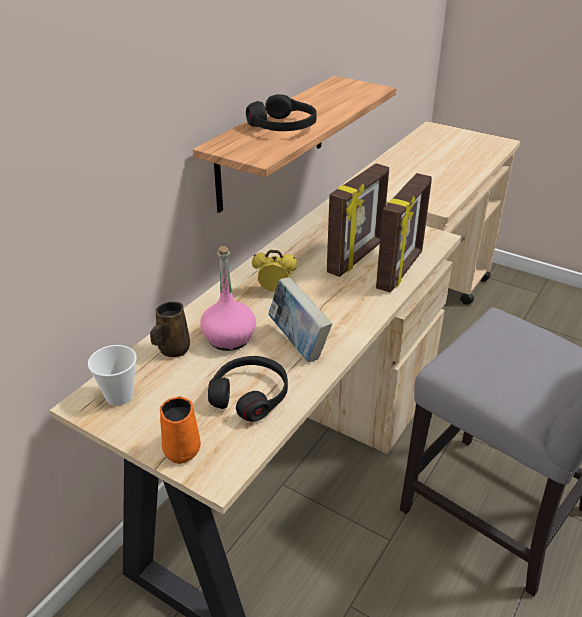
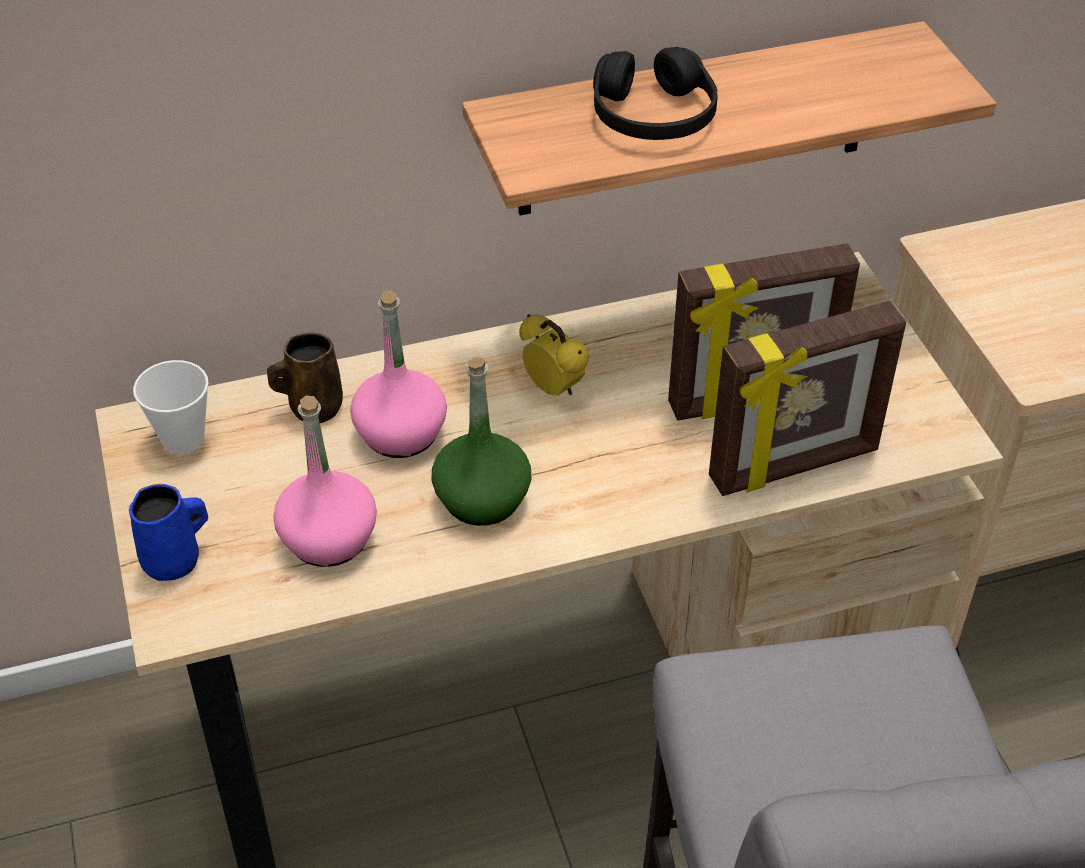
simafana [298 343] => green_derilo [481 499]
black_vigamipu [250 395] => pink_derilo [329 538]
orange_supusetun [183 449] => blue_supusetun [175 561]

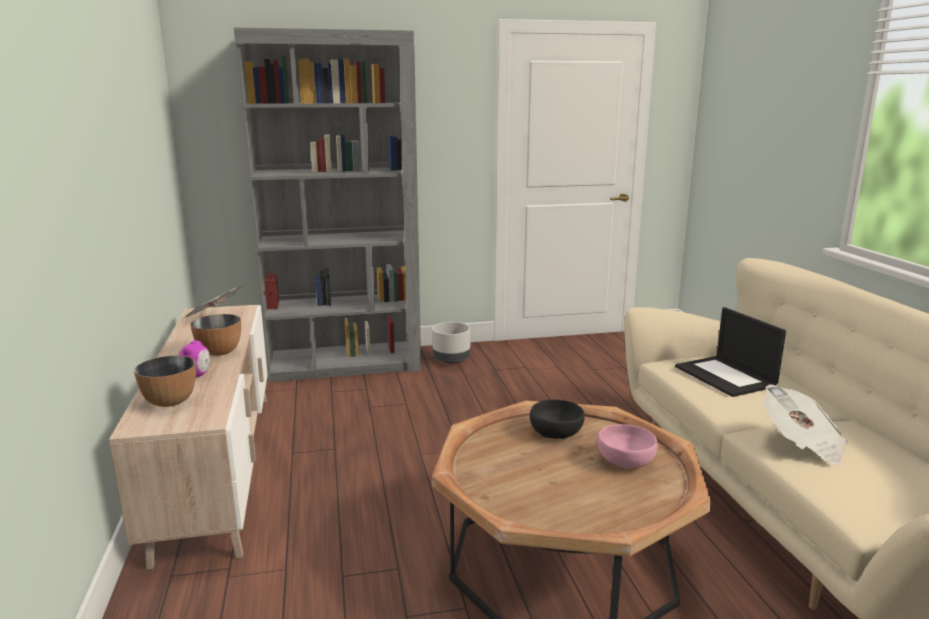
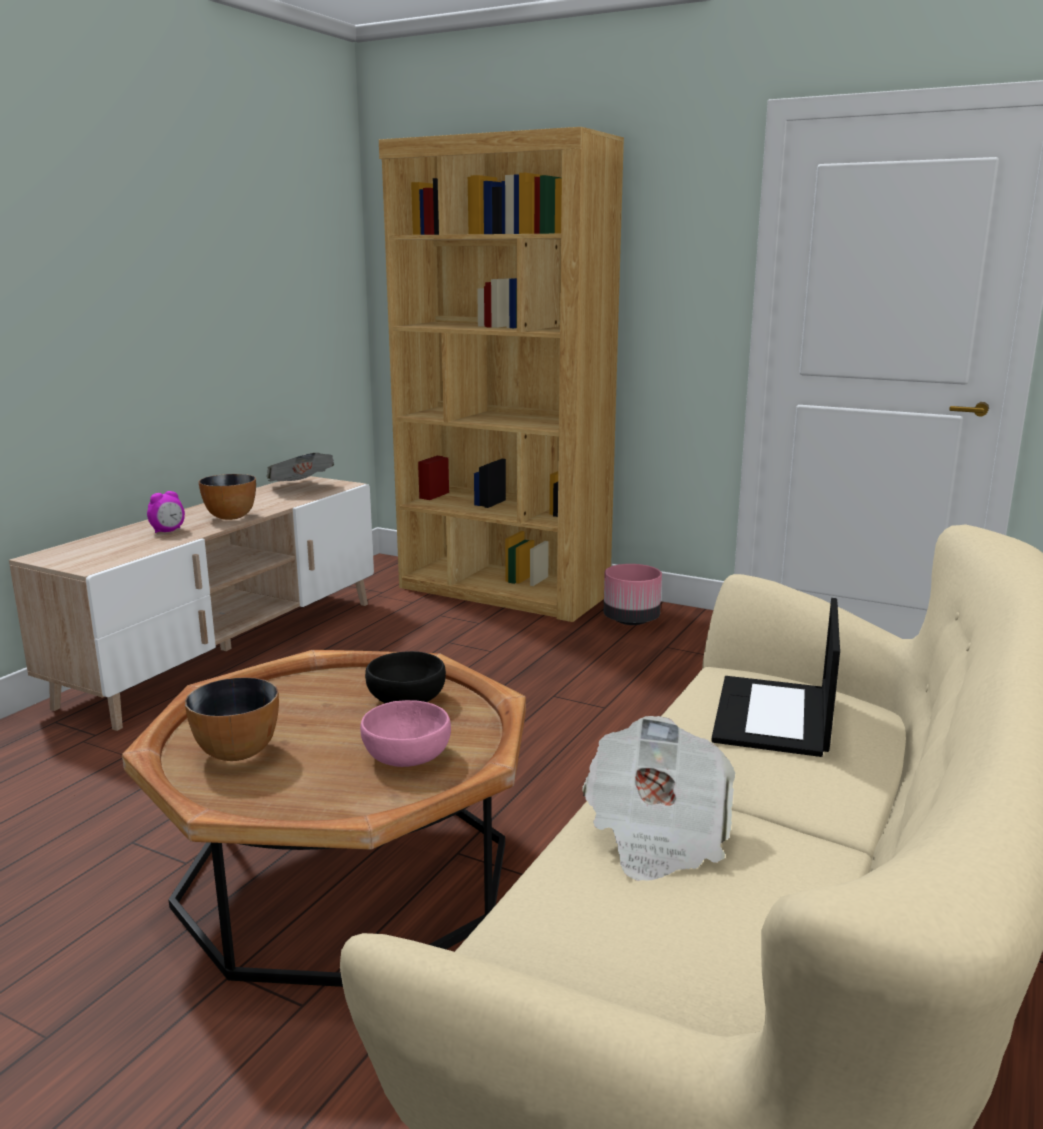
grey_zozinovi [345 364] => brown_zozinovi [503 591]
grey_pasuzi [451 360] => pink_pasuzi [631 621]
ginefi [170 402] => ginefi [237 752], shifted

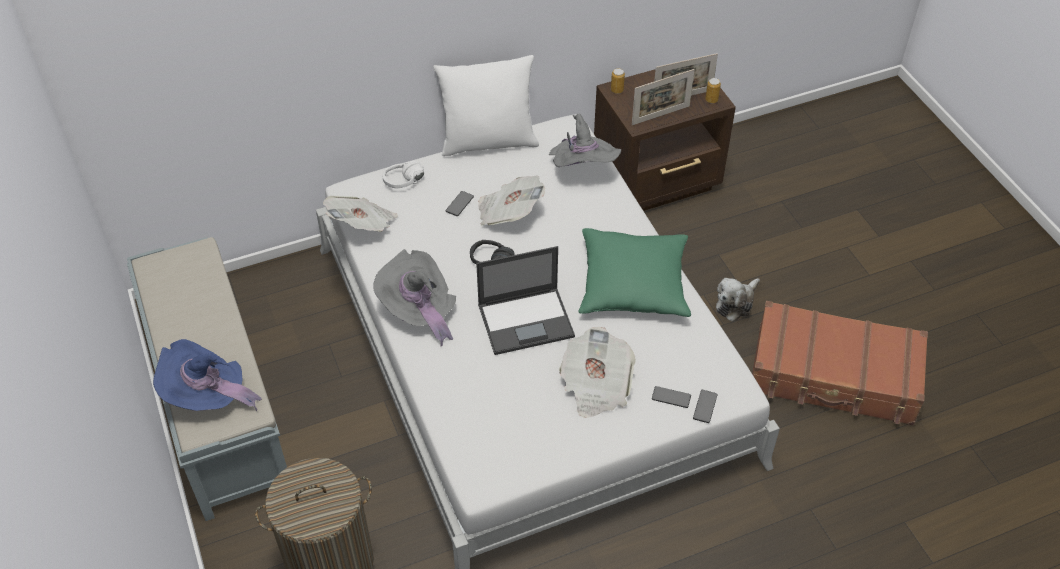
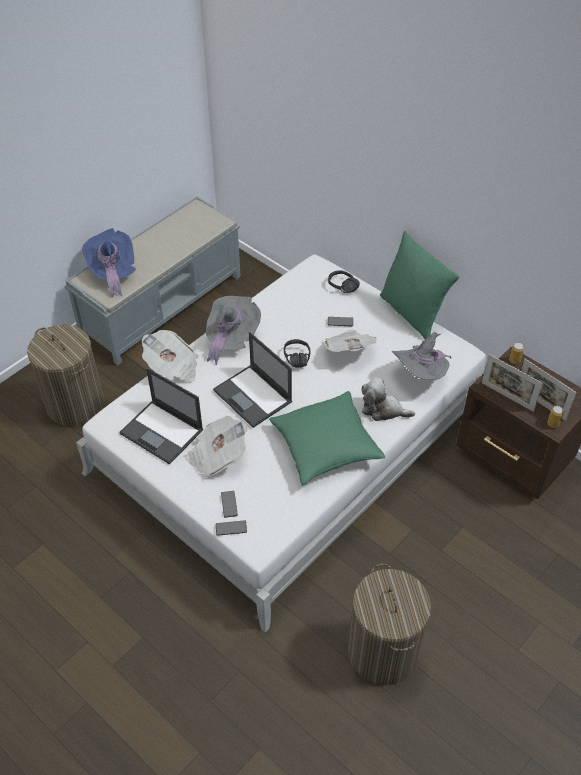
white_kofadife [488 142] => green_kofadife [412 314]
white_vigamipu [406 185] => black_vigamipu [340 289]
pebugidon [363 225] => pebugidon [172 367], shifted
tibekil [736 303] => tibekil [383 409], shifted
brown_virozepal [834 376] => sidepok [383 651]
nothing => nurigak [162 432]

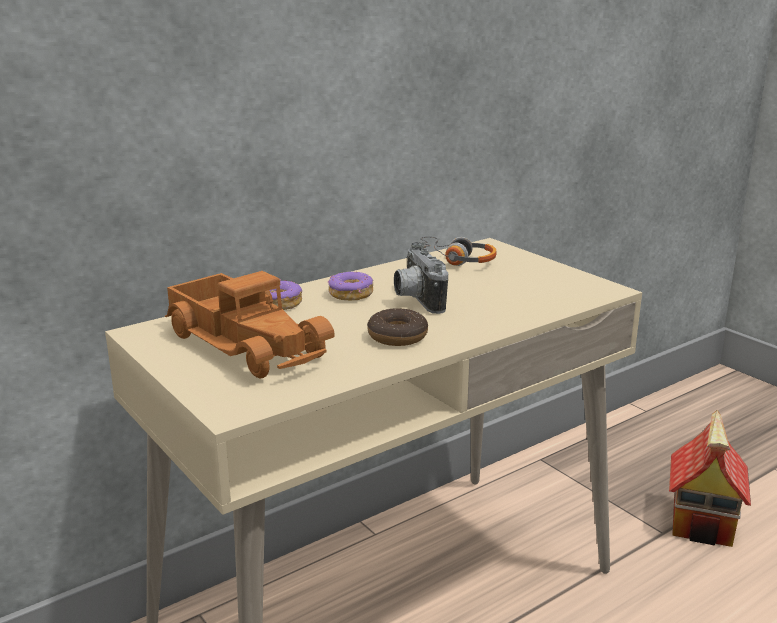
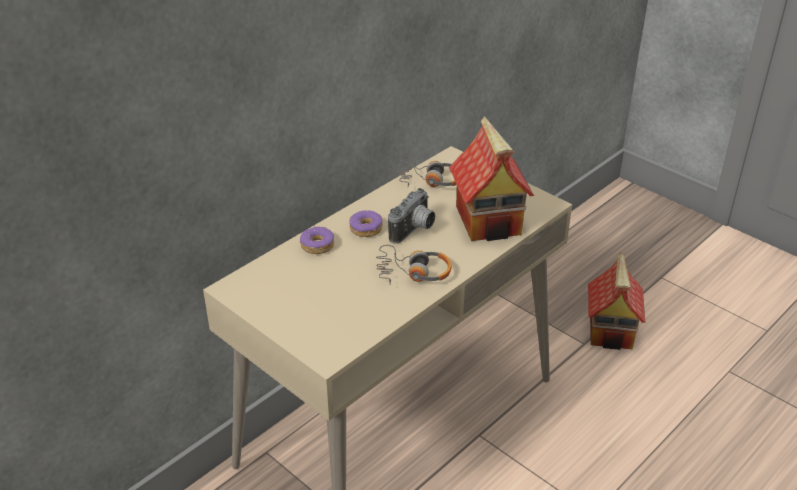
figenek [415 300] => figenek [414 230], 120 degrees counterclockwise
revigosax [248 342] => nothing
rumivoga [397 336] => vigamipu [413 272]
nothing => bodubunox [489 221]

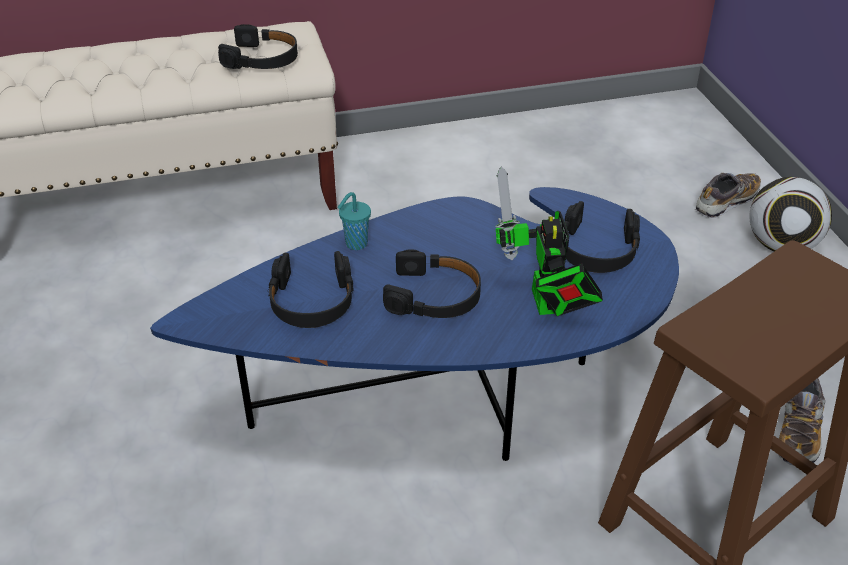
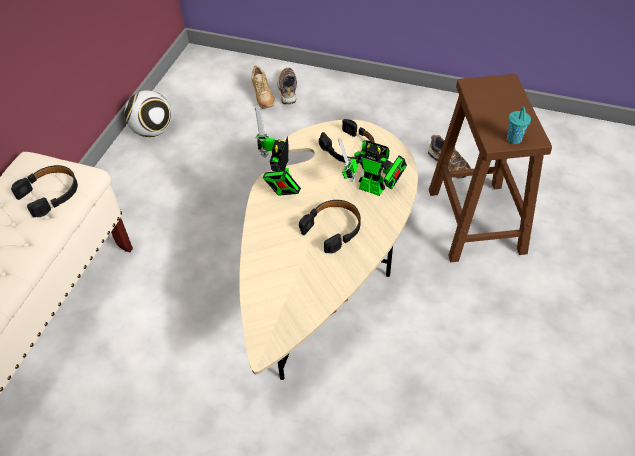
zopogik [781 246] => zopogik [153 131], shifted
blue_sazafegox [451 389] => beige_sazafegox [326 272]
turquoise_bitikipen [355 244] => turquoise_bitikipen [514 140], shifted
black_vigamipu [311 301] => nothing
nothing => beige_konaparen [263 98]
nothing => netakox [280 187]

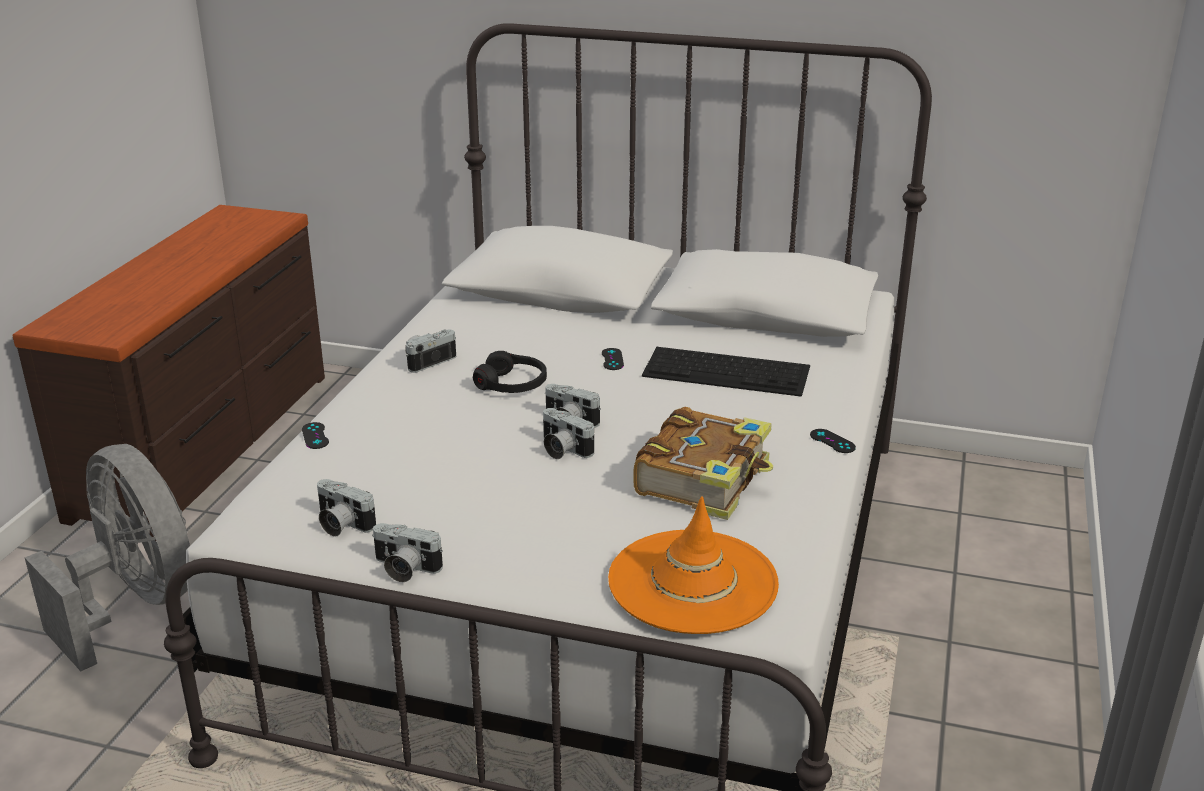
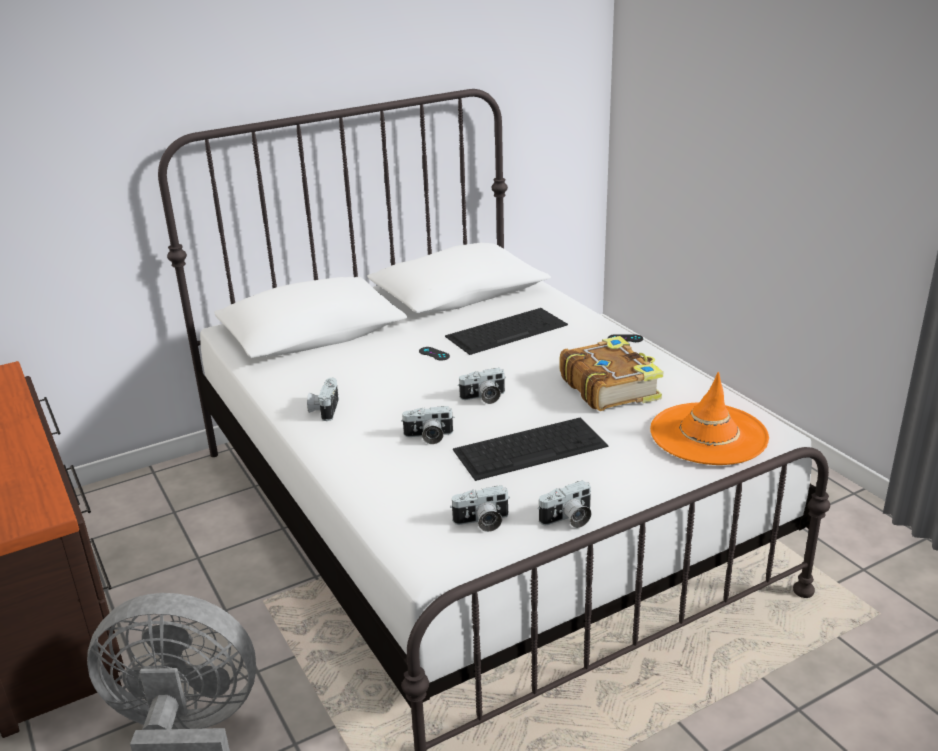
black_vigamipu [512 384] => nothing
figenek [562 449] => figenek [428 437], shifted
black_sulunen [315 436] => nothing
nothing => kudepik [531 447]

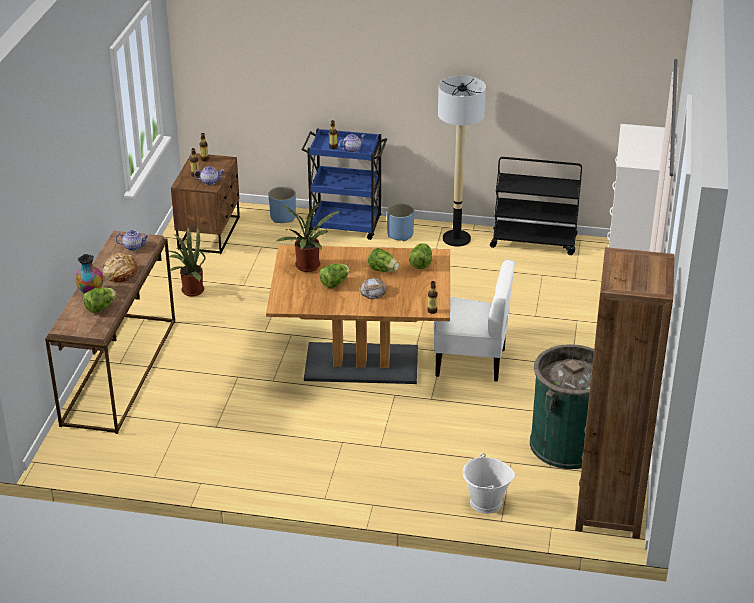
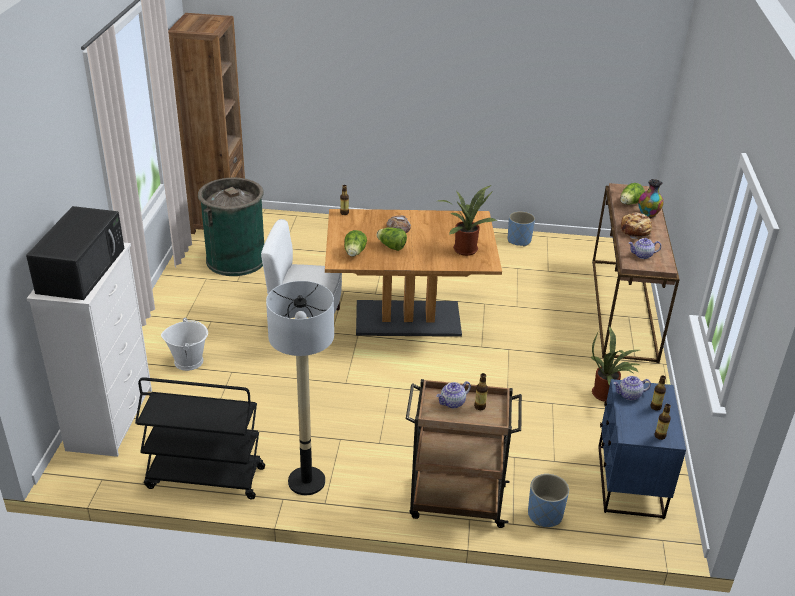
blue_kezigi [346 225] => brown_kezigi [455 501]
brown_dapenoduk [210 233] => blue_dapenoduk [629 482]
blue_pasuzi [400 235] => blue_pasuzi [519 240], shifted
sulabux [334 283] => nothing
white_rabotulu [485 503] => white_rabotulu [189 361], shifted
nothing => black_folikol [81 269]

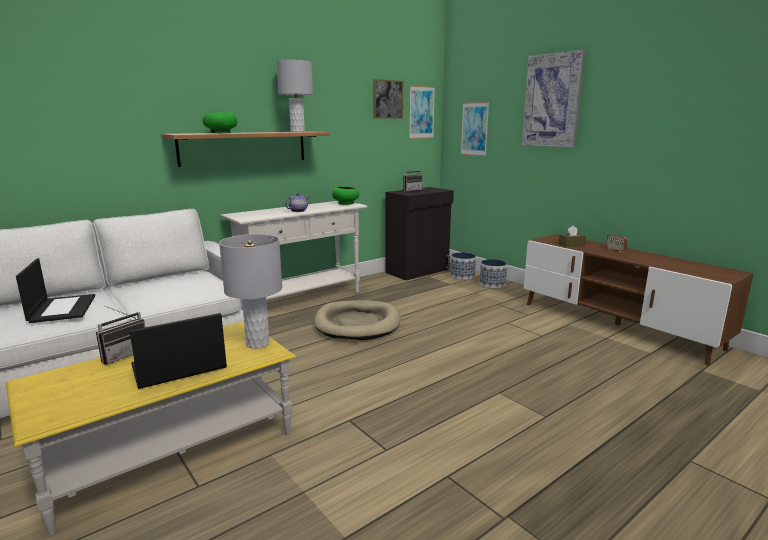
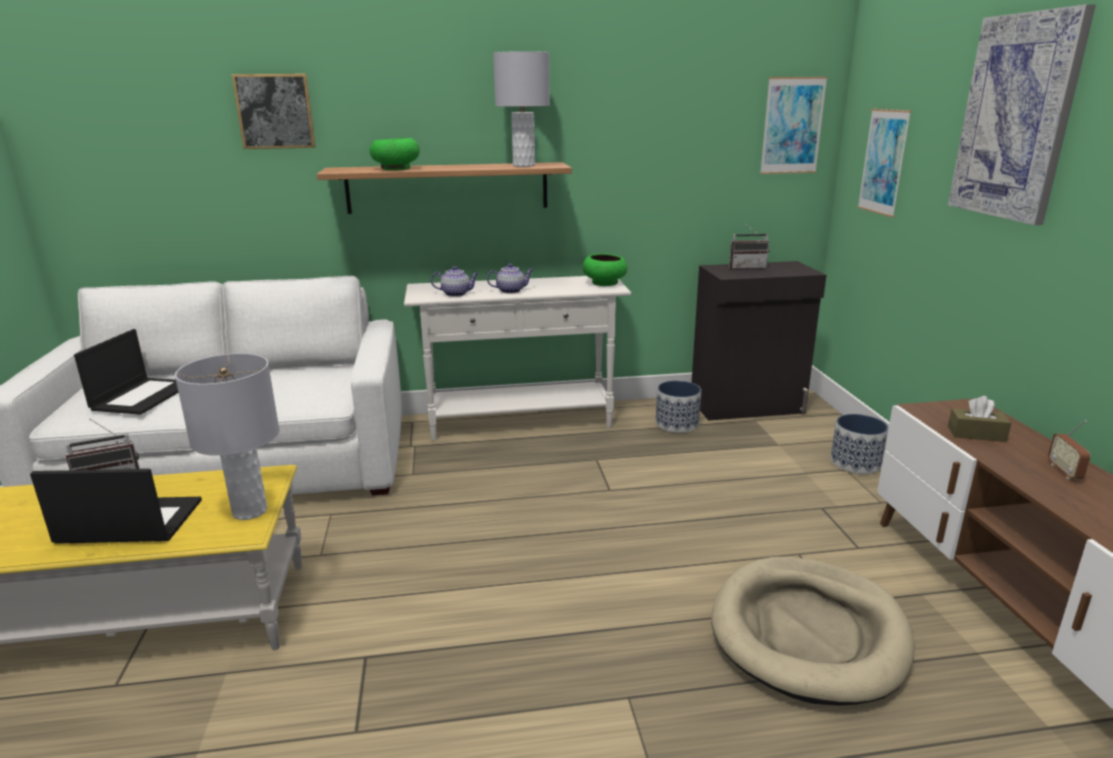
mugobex [387 99] => mugobex [275 111], shifted
pasuzi [462 276] => pasuzi [677 424], shifted
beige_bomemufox [357 324] => beige_bomemufox [808 633], shifted
nothing => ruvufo [456 294]

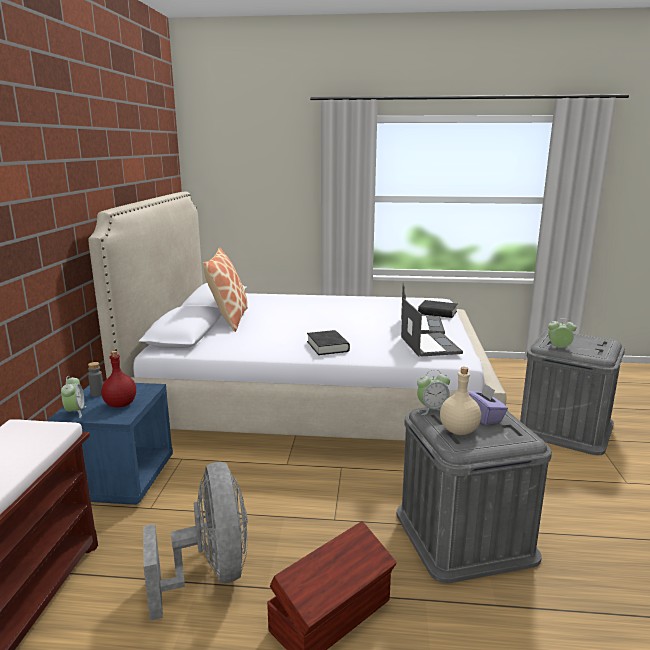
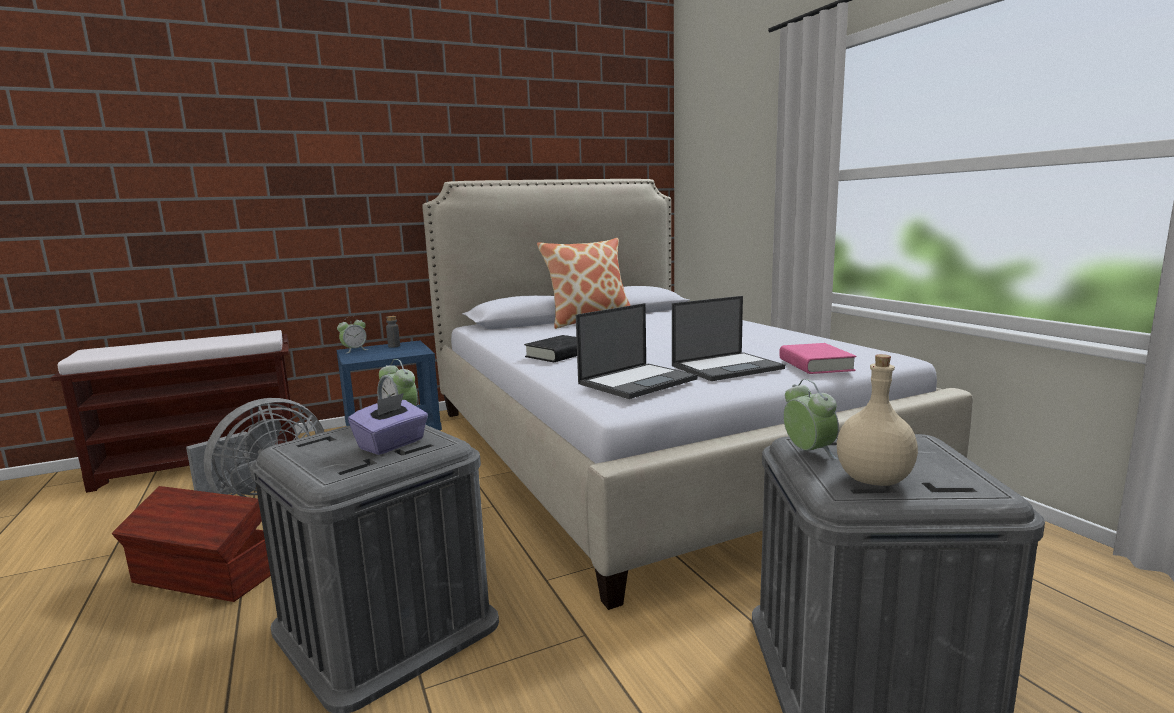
black_simafana [437 312] => pink_simafana [815 365]
red_derilo [120 404] => nothing
beige_derilo [459 431] => beige_derilo [873 480], shifted

